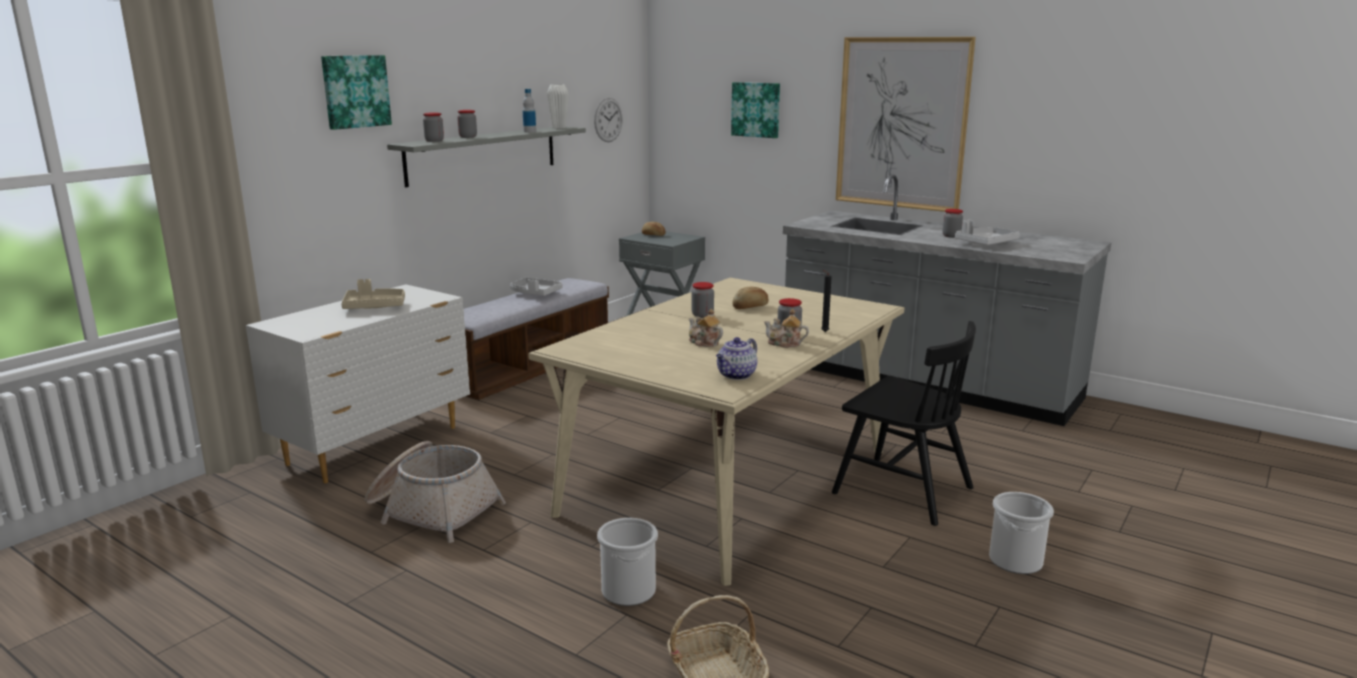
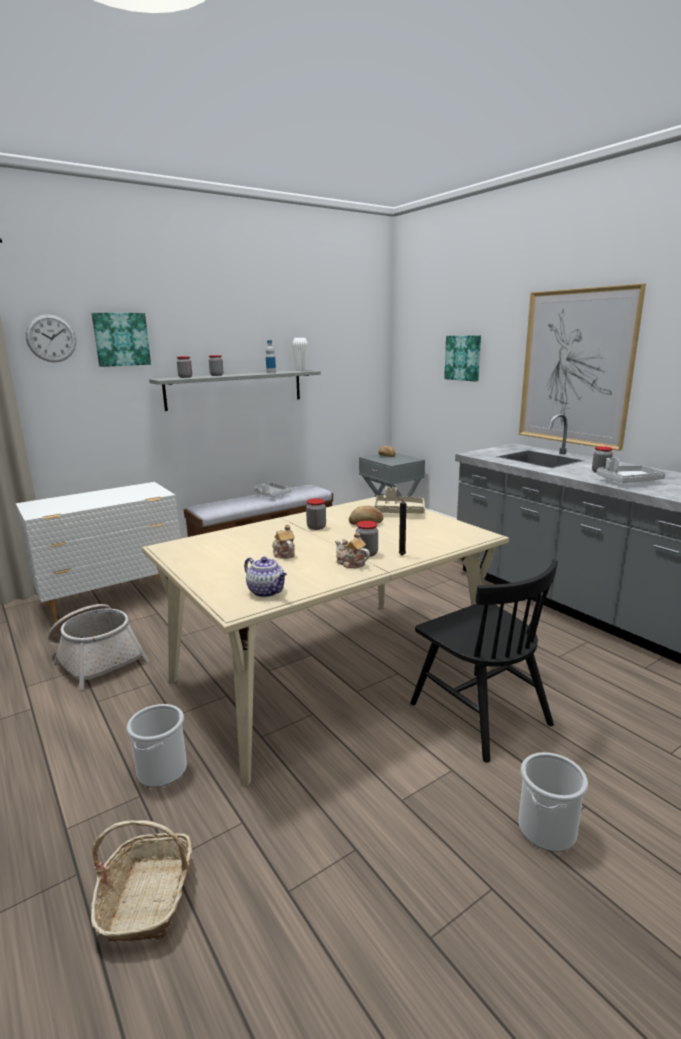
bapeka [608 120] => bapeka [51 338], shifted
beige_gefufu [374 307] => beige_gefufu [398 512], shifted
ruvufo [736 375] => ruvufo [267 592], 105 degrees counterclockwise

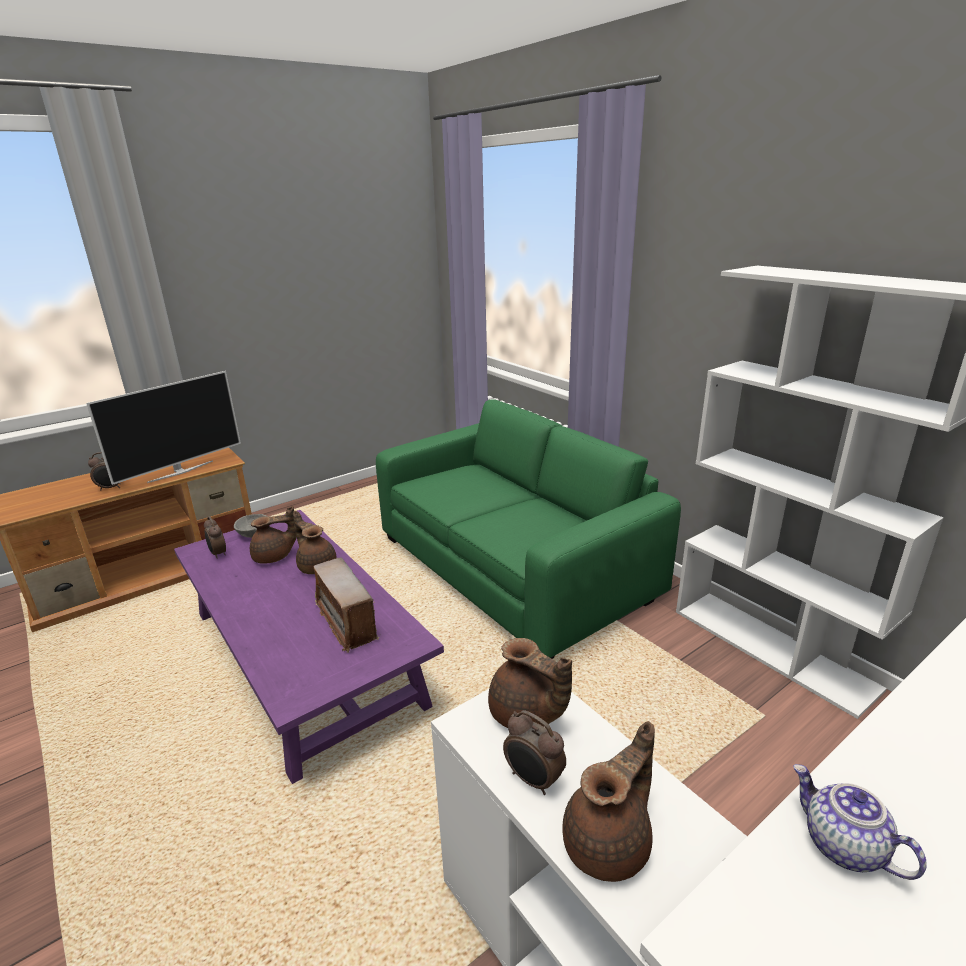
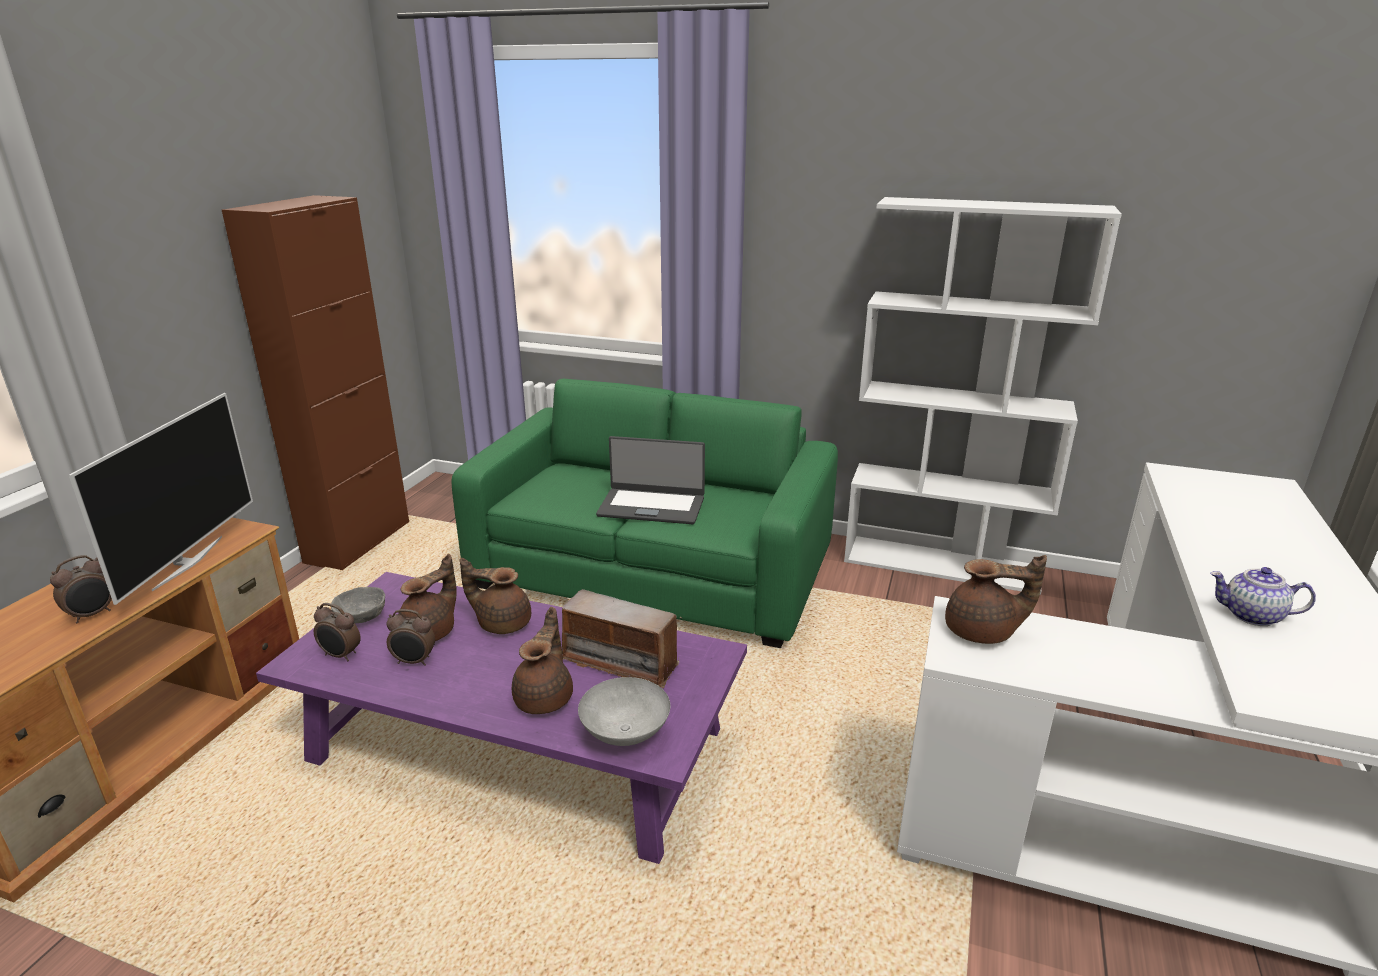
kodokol [533 780] => kodokol [414 662], shifted
brown_ruvufo [609 843] => brown_ruvufo [545 697], shifted
nothing => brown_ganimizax [358 542]
nothing => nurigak [652 506]
nothing => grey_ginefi [625 732]

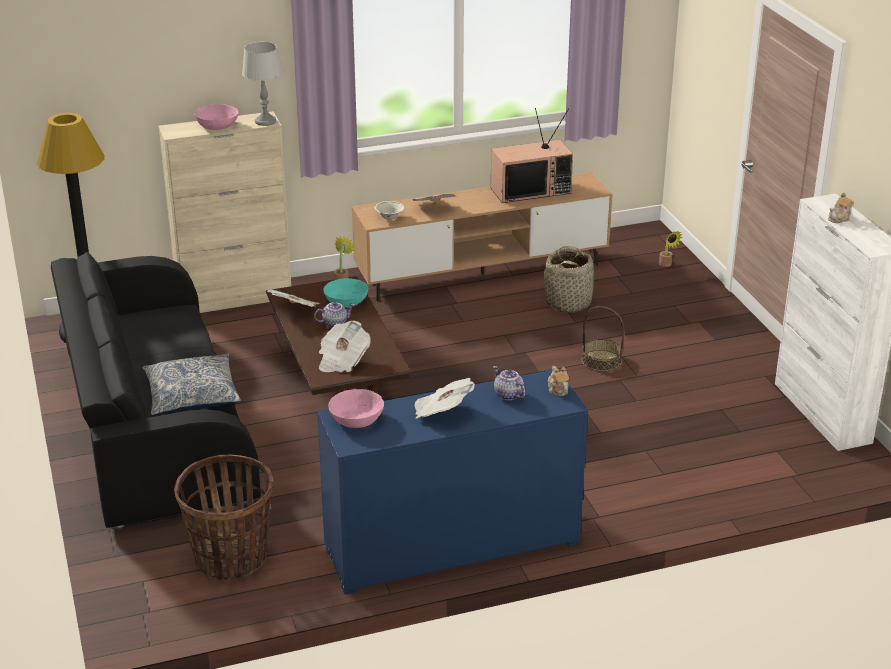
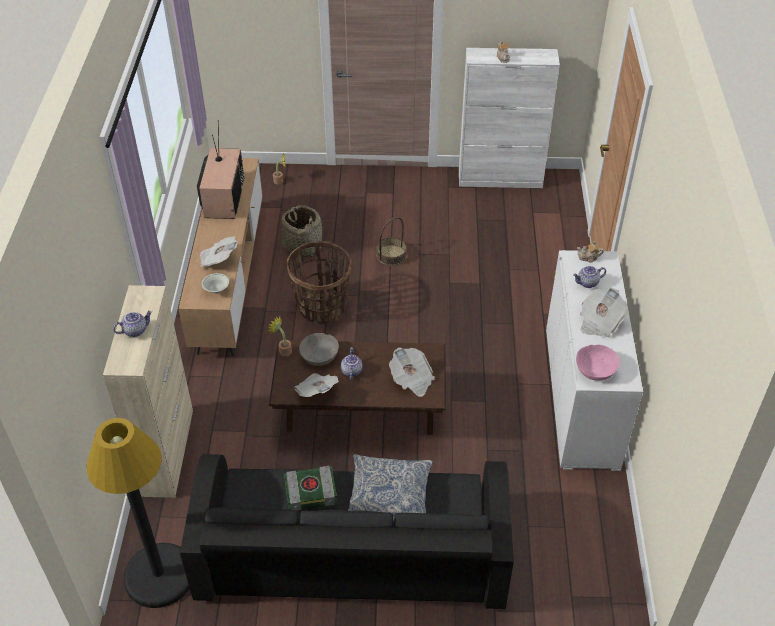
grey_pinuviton [265 121] => nothing
pink_ginefi [217 125] => ruvufo [135 330]
turquoise_ginefi [346 301] => grey_ginefi [319 356]
blue_ganimizax [452 544] => white_ganimizax [581 397]
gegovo [231 558] => gegovo [322 307], shifted
nothing => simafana [311 490]

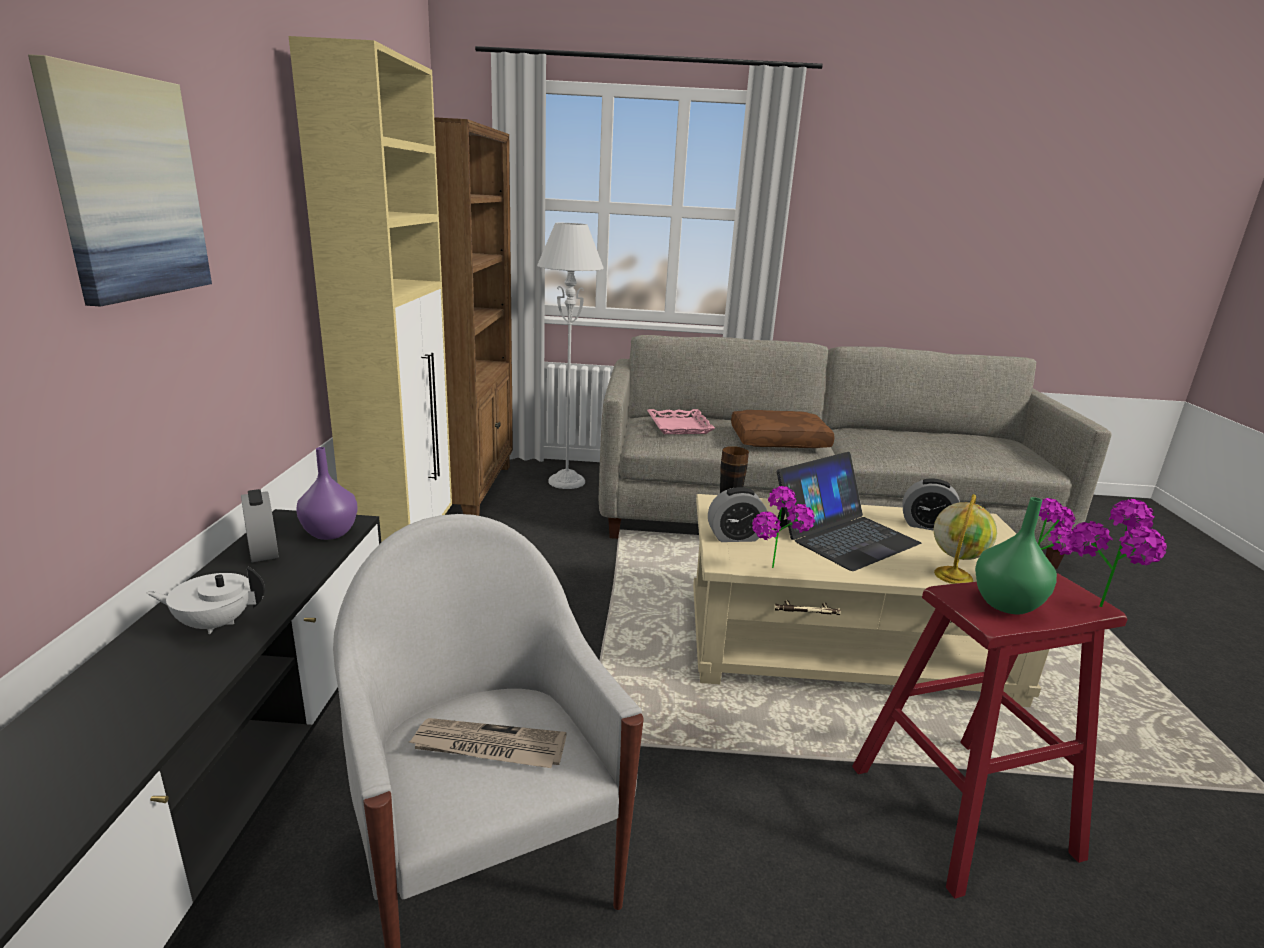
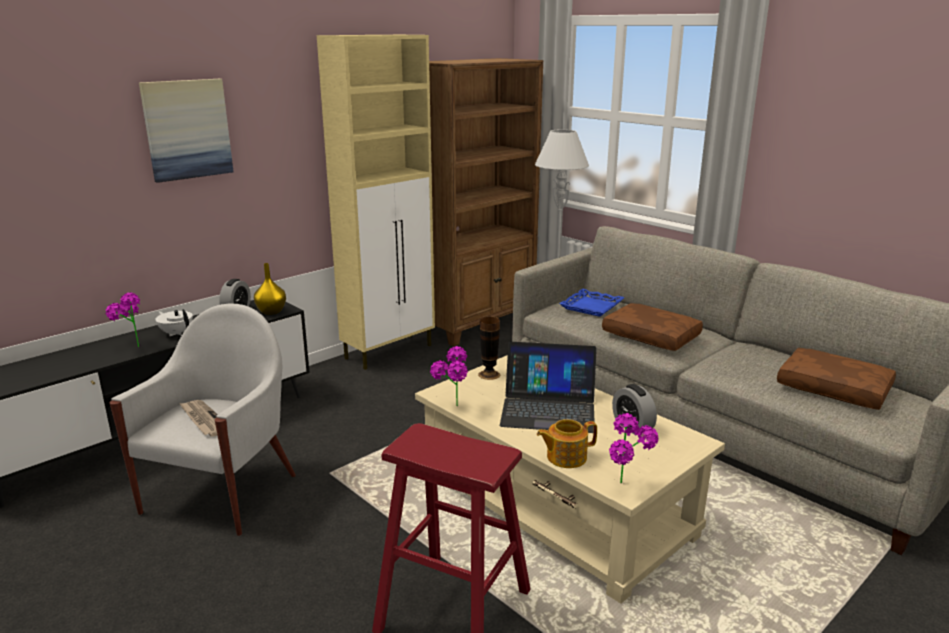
pink_gefufu [678 426] => blue_gefufu [591 306]
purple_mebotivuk [331 533] => yellow_mebotivuk [271 312]
kodokol [735 537] => nothing
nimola [953 575] => ruvufo [565 457]
green_mebotivuk [1008 604] => nothing
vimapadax [1096 611] => vimapadax [131 347], shifted
nothing => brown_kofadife [834 388]

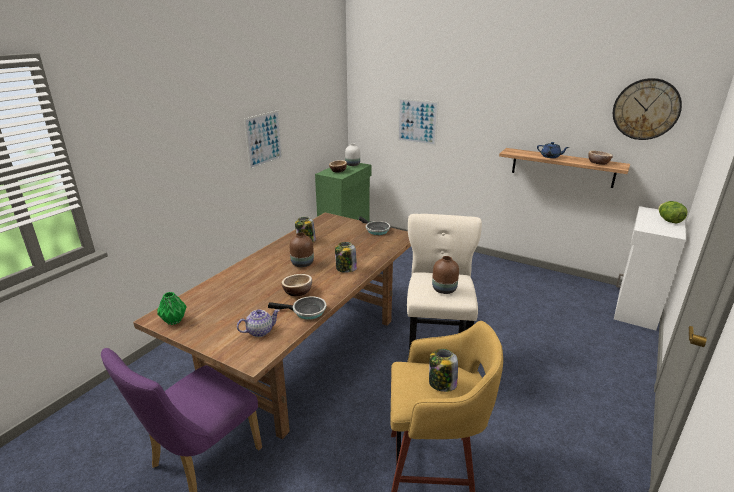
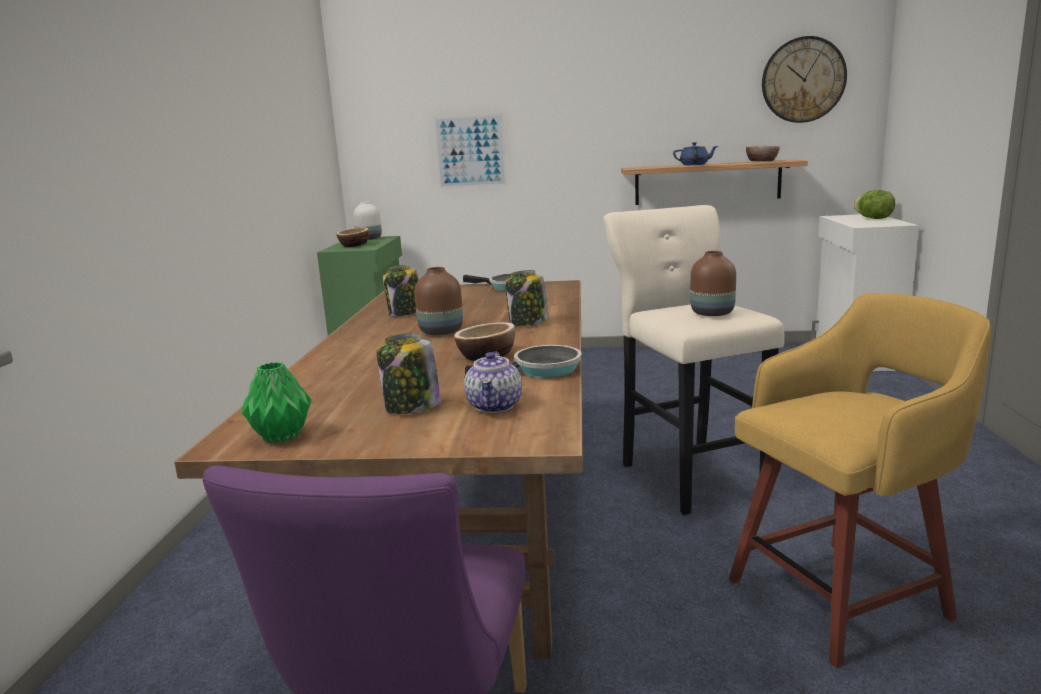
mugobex [264 139] => nothing
ruvufo [260 331] => ruvufo [495 406], 150 degrees clockwise
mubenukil [442 384] => mubenukil [411 407], shifted

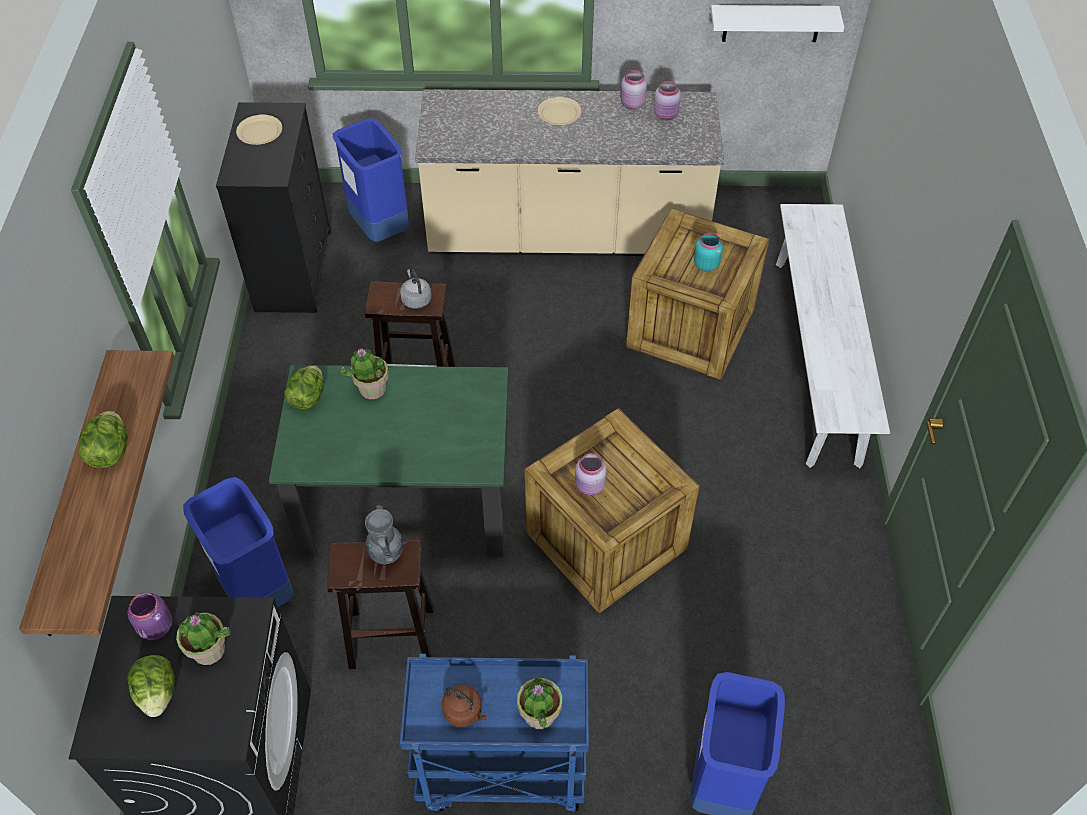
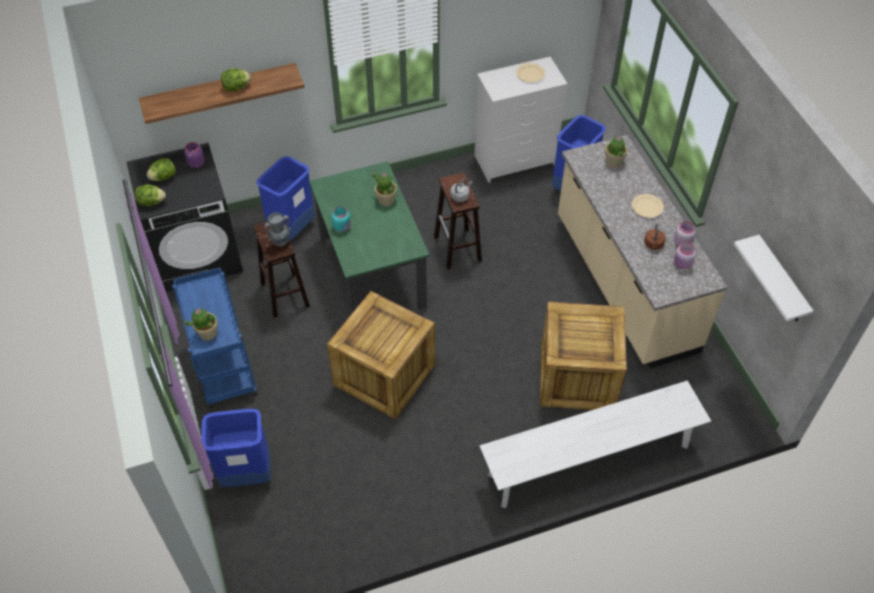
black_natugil [293 270] => white_natugil [515 160]
turquoise_mubenukil [706 264] => turquoise_mubenukil [342 227], shifted
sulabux [308 397] => sulabux [151 202], shifted
pink_mubenukil [589 486] => nothing
vimapadax [209 650] => vimapadax [613 162], shifted
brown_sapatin [464 712] => brown_sapatin [653 245], shifted

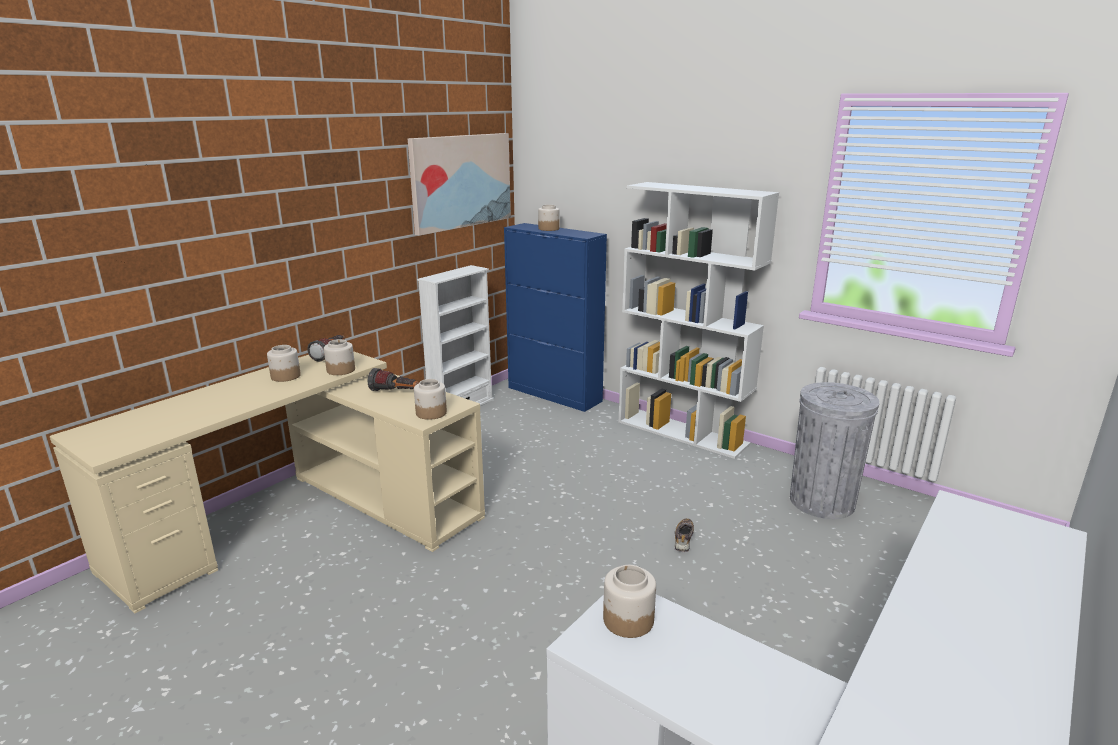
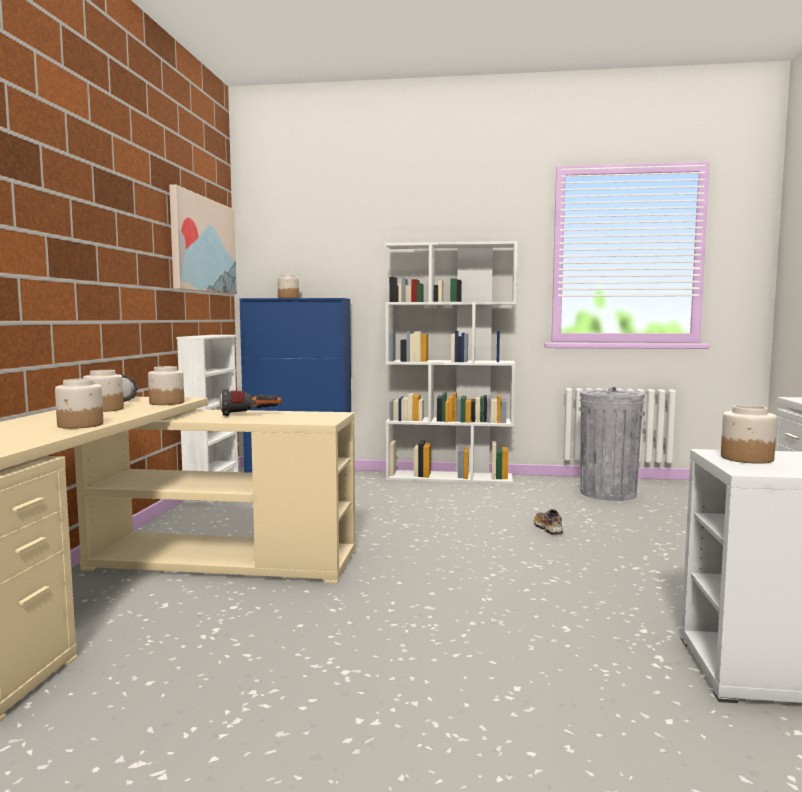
mubenukil [431 413] => mubenukil [80 425], shifted

